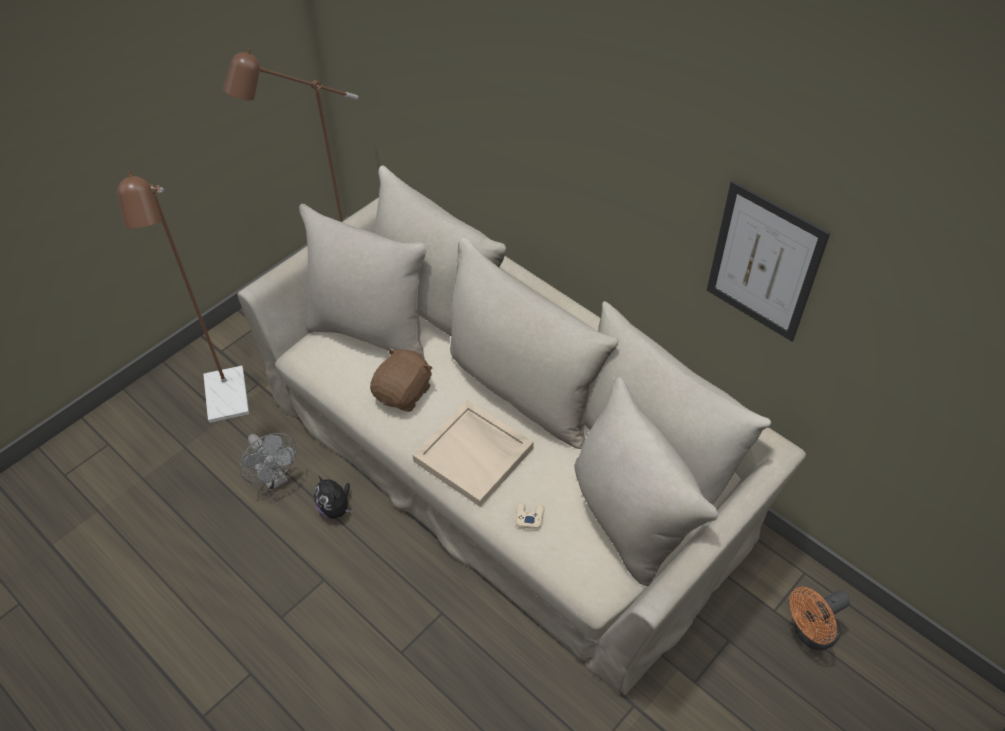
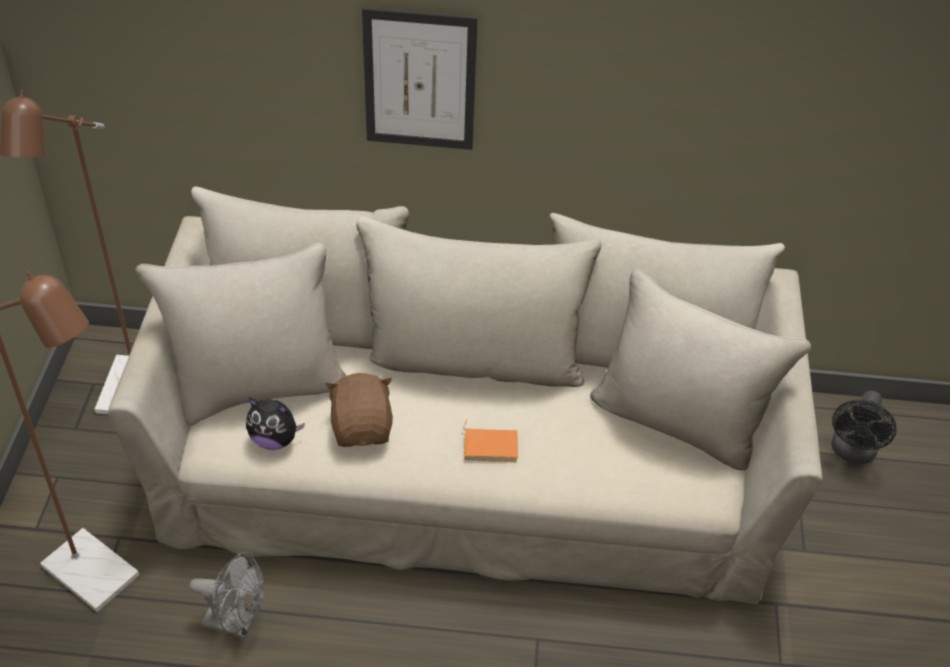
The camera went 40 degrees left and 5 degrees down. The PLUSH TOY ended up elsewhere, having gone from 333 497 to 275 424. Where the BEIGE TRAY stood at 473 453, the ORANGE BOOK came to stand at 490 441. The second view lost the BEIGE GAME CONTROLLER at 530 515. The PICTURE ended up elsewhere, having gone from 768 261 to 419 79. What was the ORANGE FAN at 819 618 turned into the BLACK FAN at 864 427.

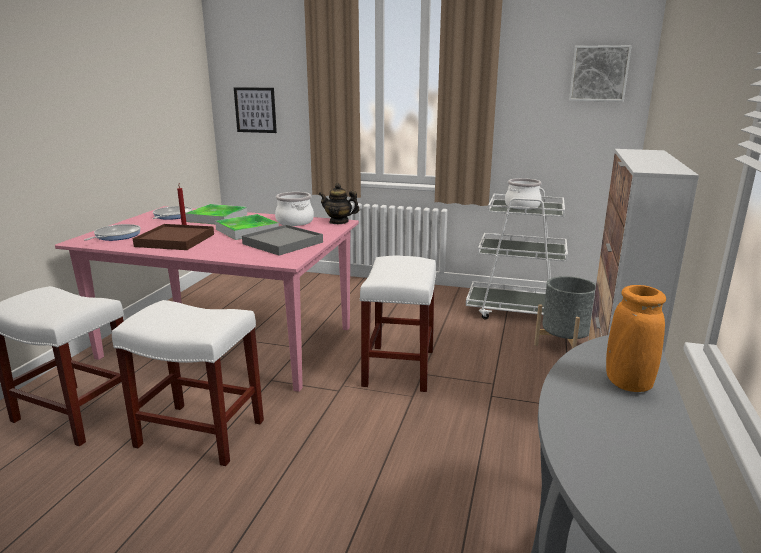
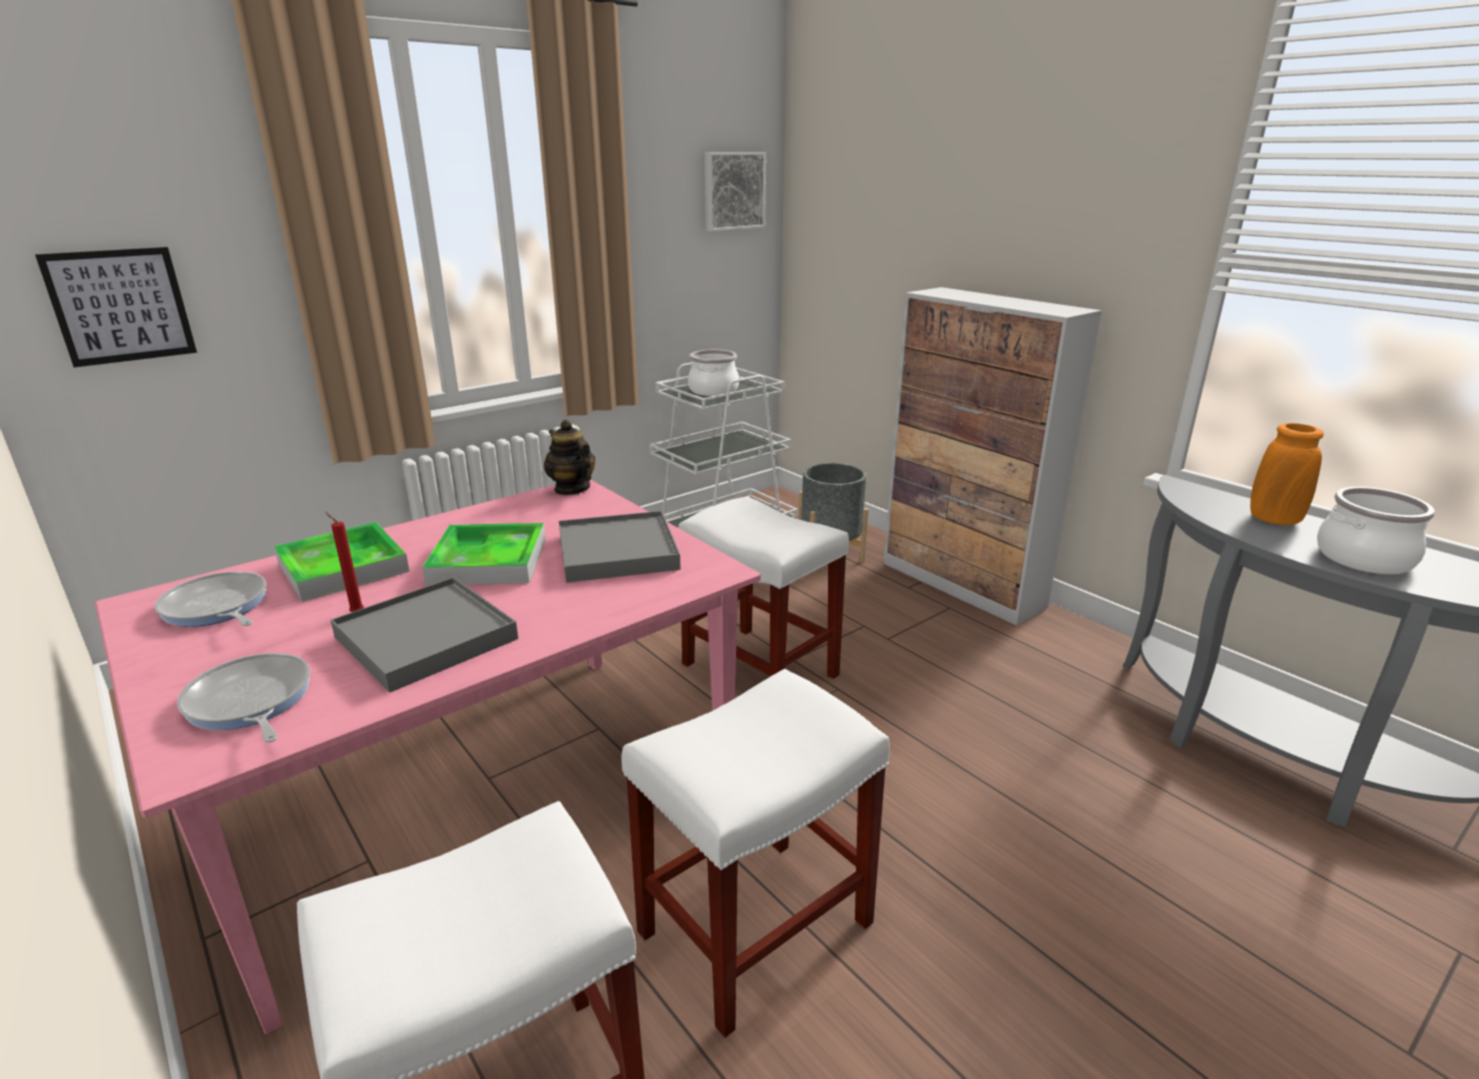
The camera went 55 degrees left and 5 degrees up. What was the BROWN TRAY at 173 237 turned into the GREY TRAY at 424 635. The COOKING POT ended up elsewhere, having gone from 294 209 to 1376 530. The TEAPOT at 339 203 ended up facing another way, 90 degrees clockwise from before.

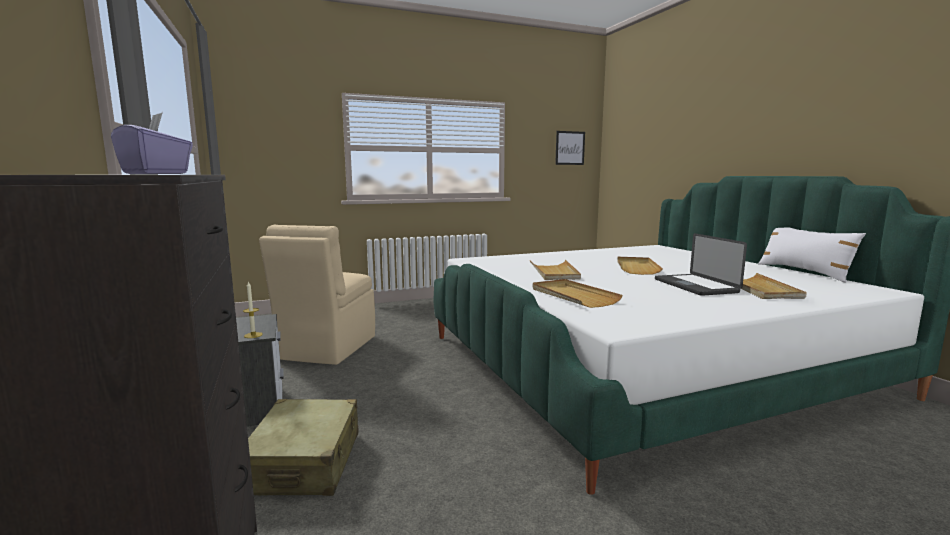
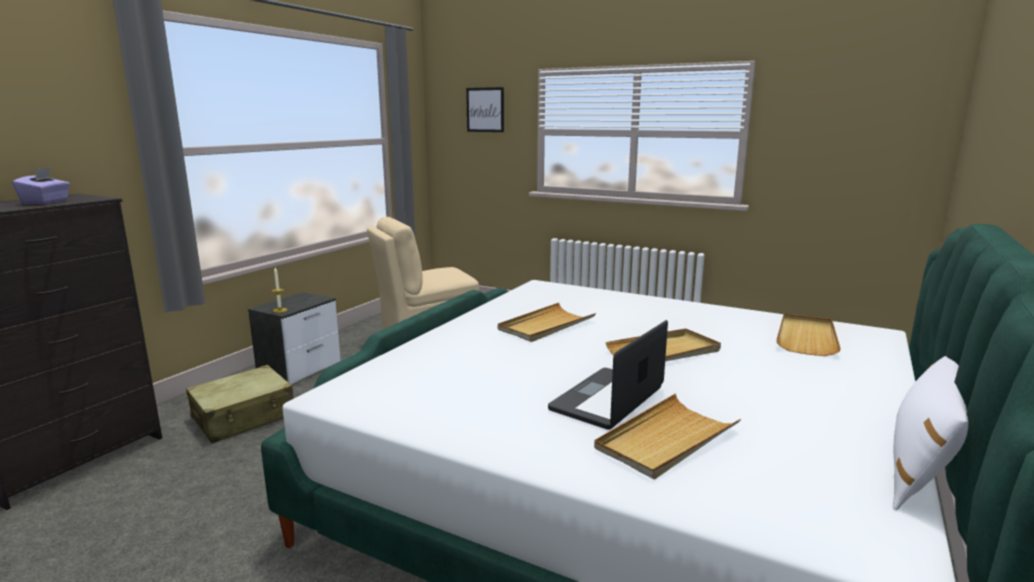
The camera went 50 degrees right and 5 degrees up. The BEIGE TRAY ended up elsewhere, having gone from 578 293 to 808 335. The PICTURE ended up elsewhere, having gone from 570 148 to 485 109.

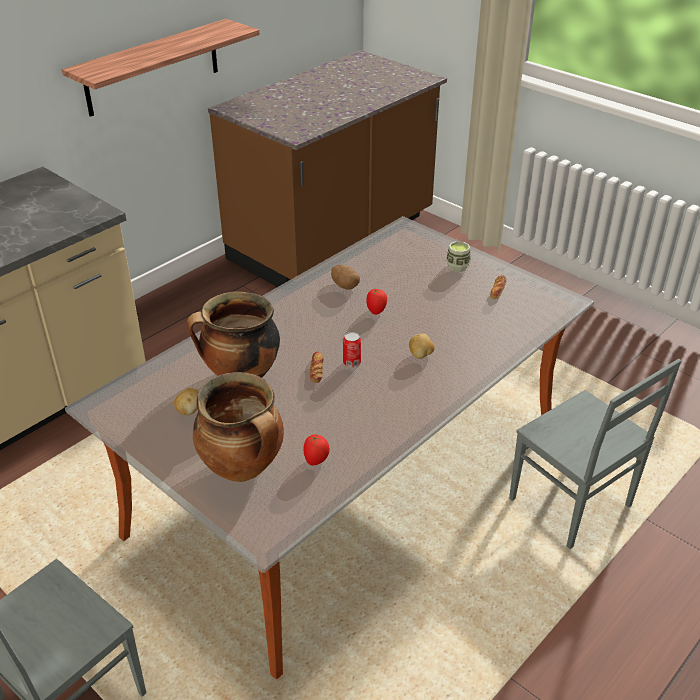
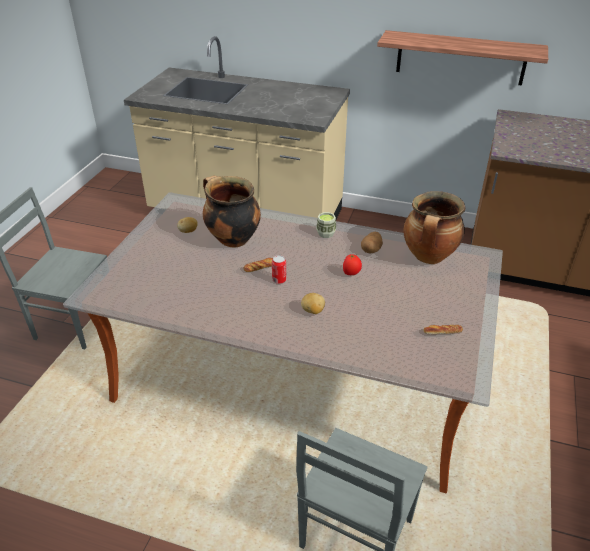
The camera went 65 degrees right and 0 degrees up. The COOKING POT ended up elsewhere, having gone from 238 427 to 434 227. The second view lost the TOMATO at 316 449. The CUP ended up elsewhere, having gone from 458 256 to 326 225.

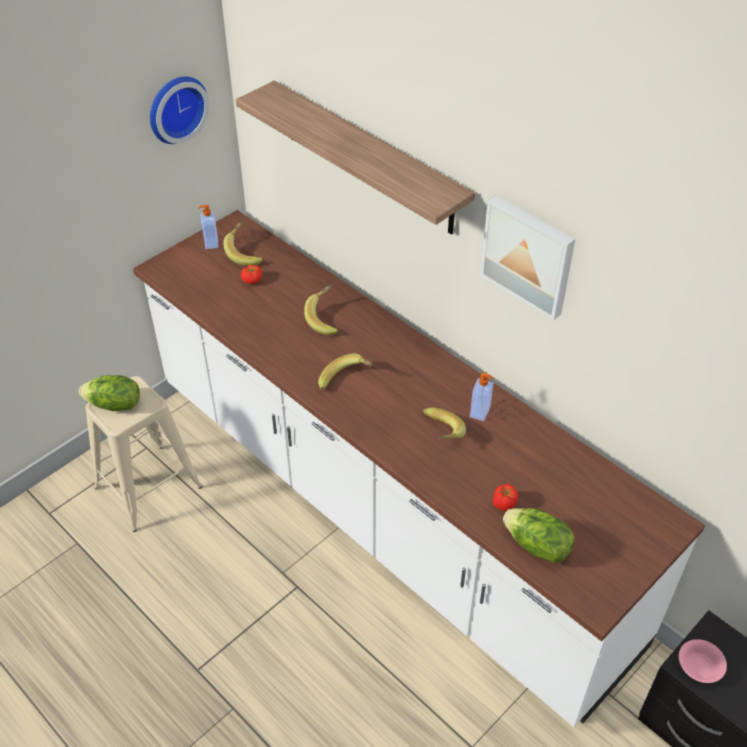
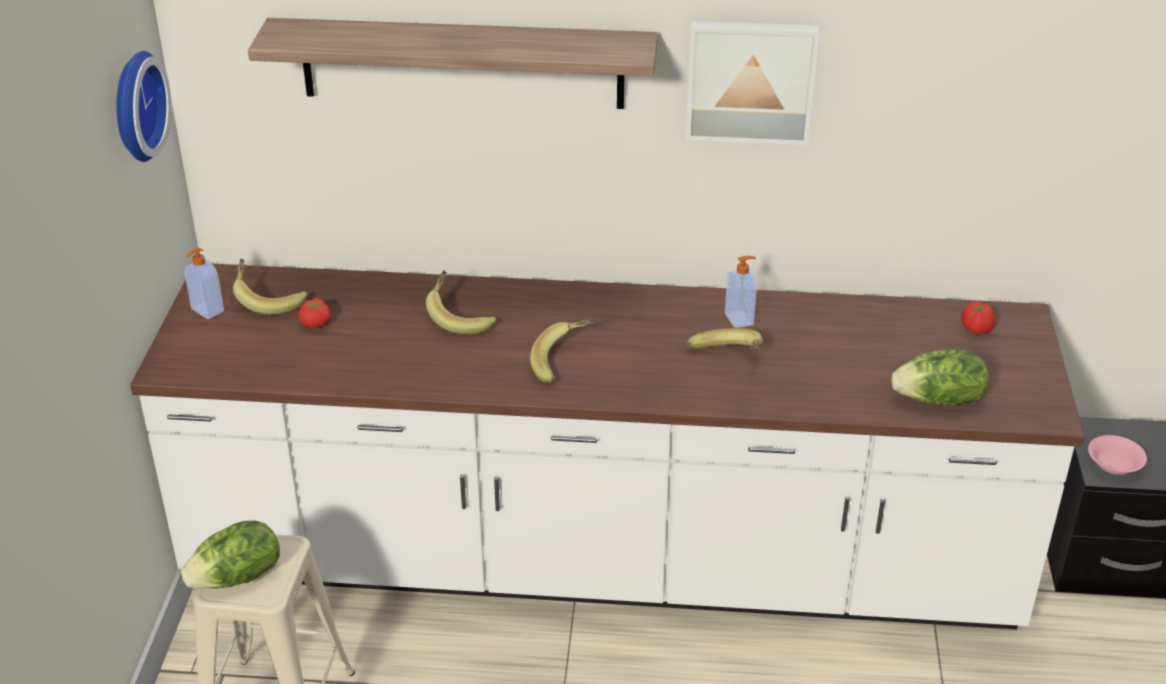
The camera went 40 degrees left and 10 degrees down. The TOMATO ended up elsewhere, having gone from 505 497 to 978 317.

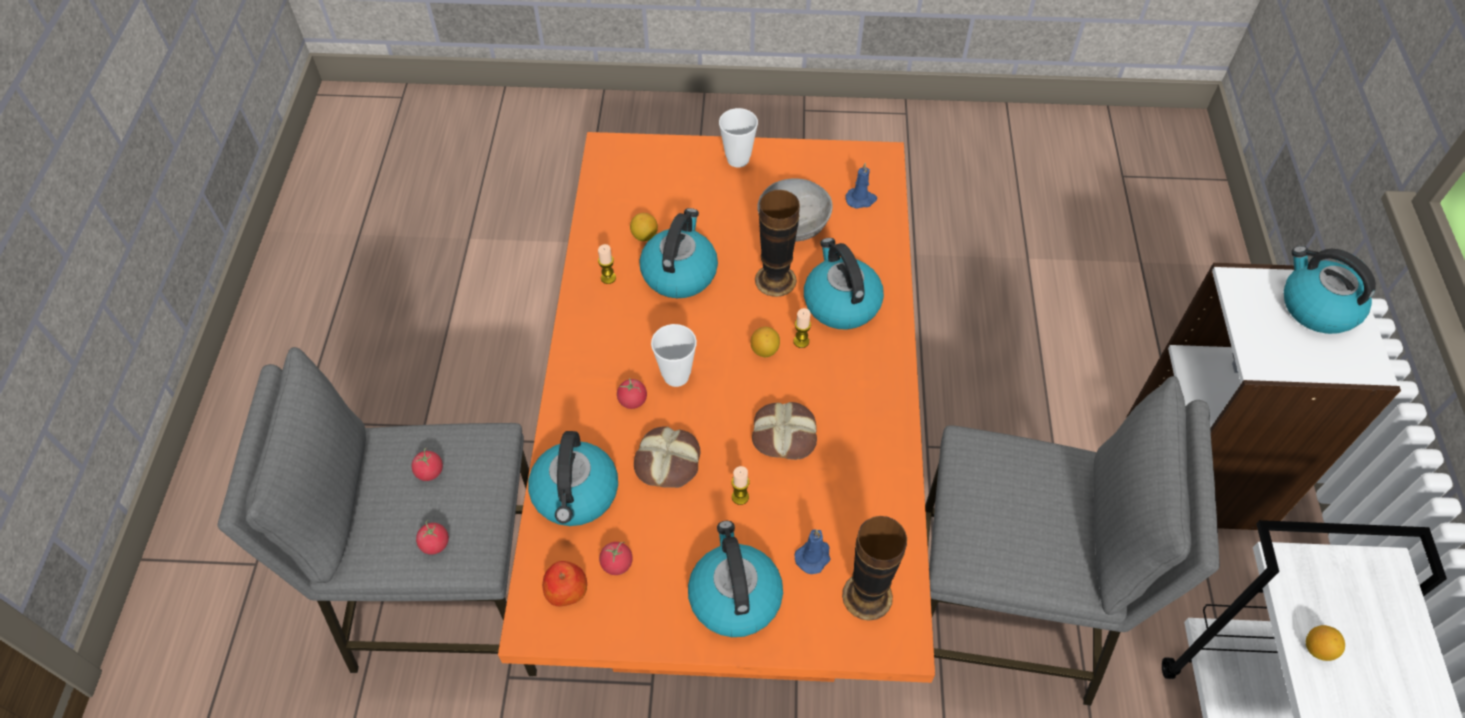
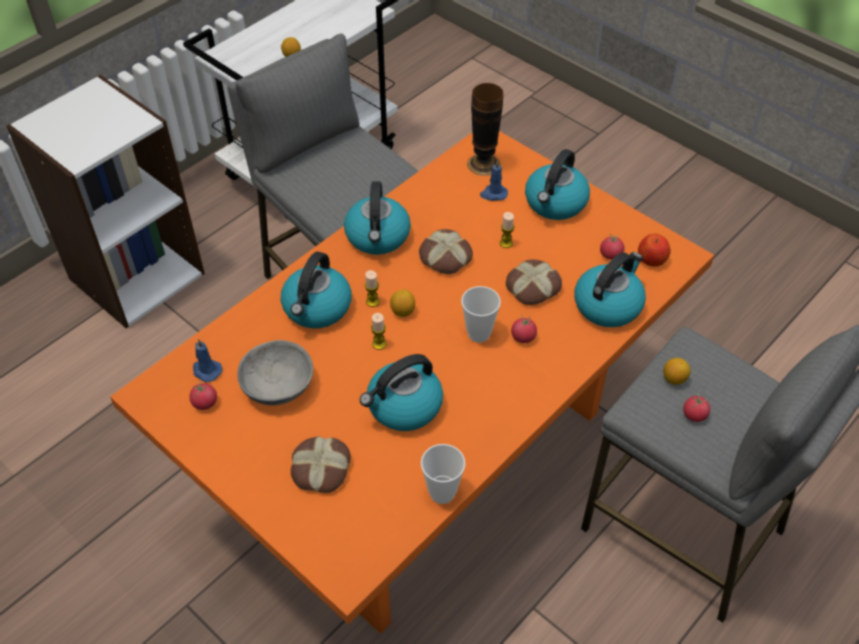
The camera went 140 degrees left and 5 degrees down. The TOMATO ended up elsewhere, having gone from 432 537 to 203 395. The CANDLE ended up elsewhere, having gone from 607 264 to 378 331. The LEMON ended up elsewhere, having gone from 644 227 to 676 371. The CUP ended up elsewhere, having gone from 738 138 to 443 474. The second view lost the VASE at 777 243. The KETTLE ended up elsewhere, having gone from 1330 290 to 377 218. The second view gained the BREAD at 321 464.

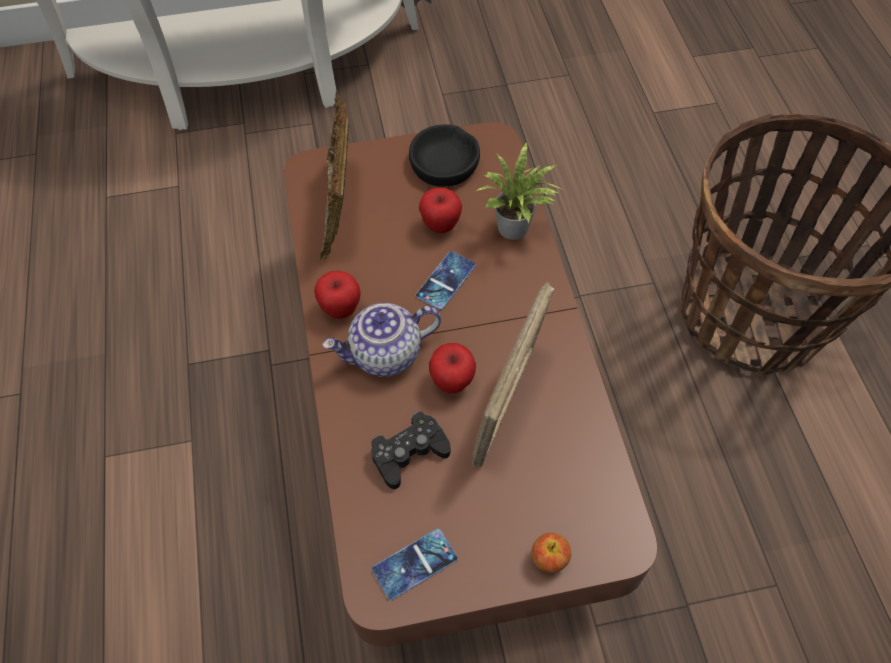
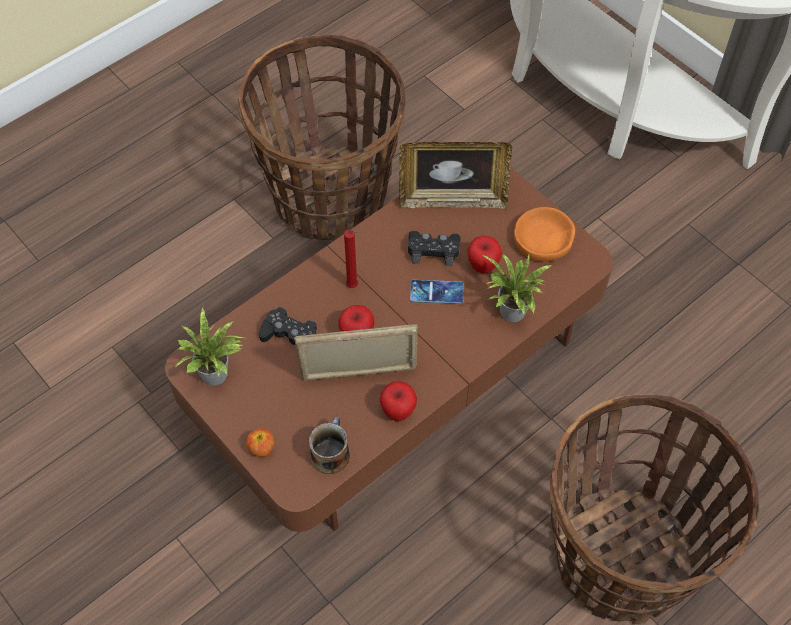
The camera went 60 degrees right and 0 degrees up. The APPLE ended up elsewhere, having gone from 337 295 to 398 401. The PICTURE FRAME at 333 176 ended up facing another way, 150 degrees counterclockwise from before. Where the TEAPOT stood at 381 340, the RED CANDLE came to stand at 351 258. Where the PHONE stood at 415 564, the POTTED PLANT came to stand at 210 347. What was the BLACK BOWL at 444 156 turned into the ORANGE BOWL at 544 234. The second view gained the BASKET at 321 137. The second view gained the MUG at 329 445. The second view gained the BLACK GAME CONTROLLER at 434 248.

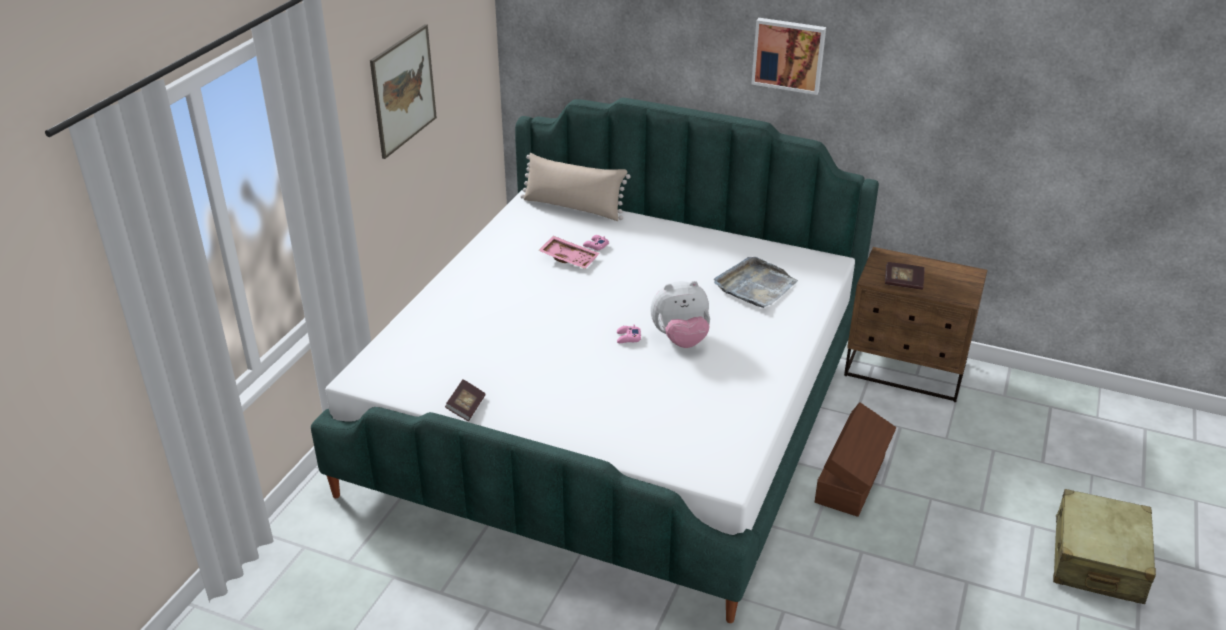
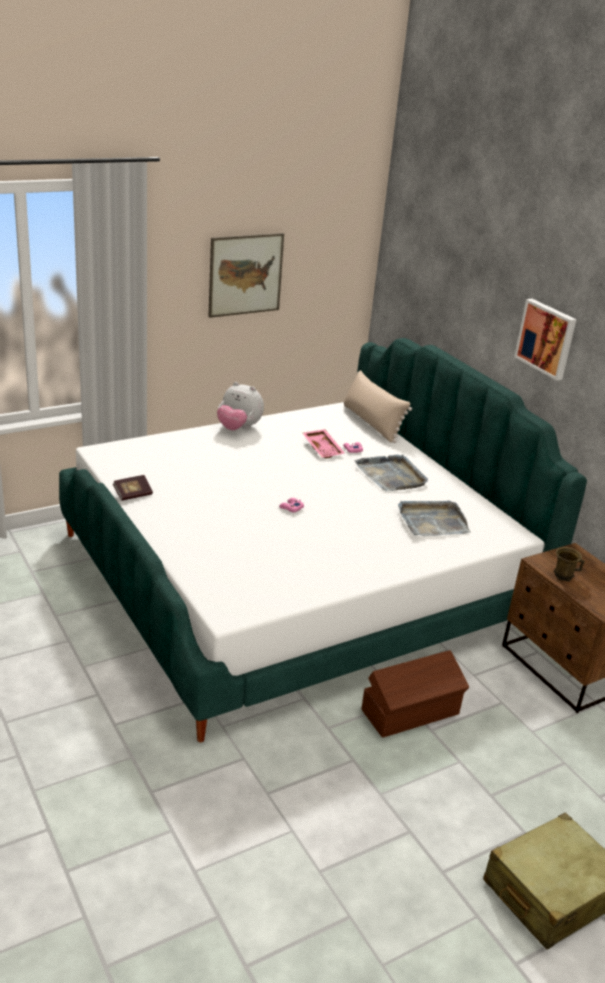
The camera went 35 degrees right and 5 degrees down. The PLUSH TOY ended up elsewhere, having gone from 680 314 to 240 406. Where the BOOK stood at 905 276, the BROWN MUG came to stand at 569 564. The second view gained the GREY TRAY at 391 472.

